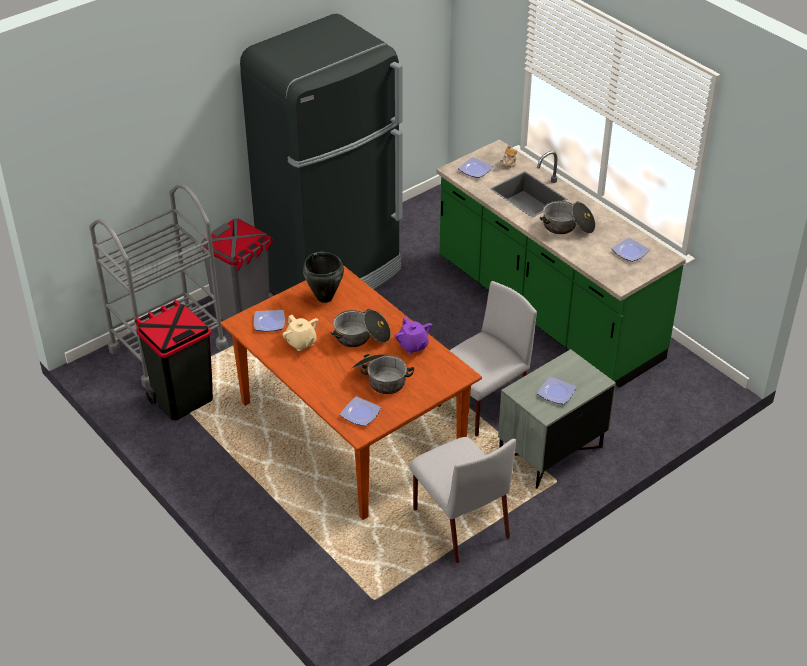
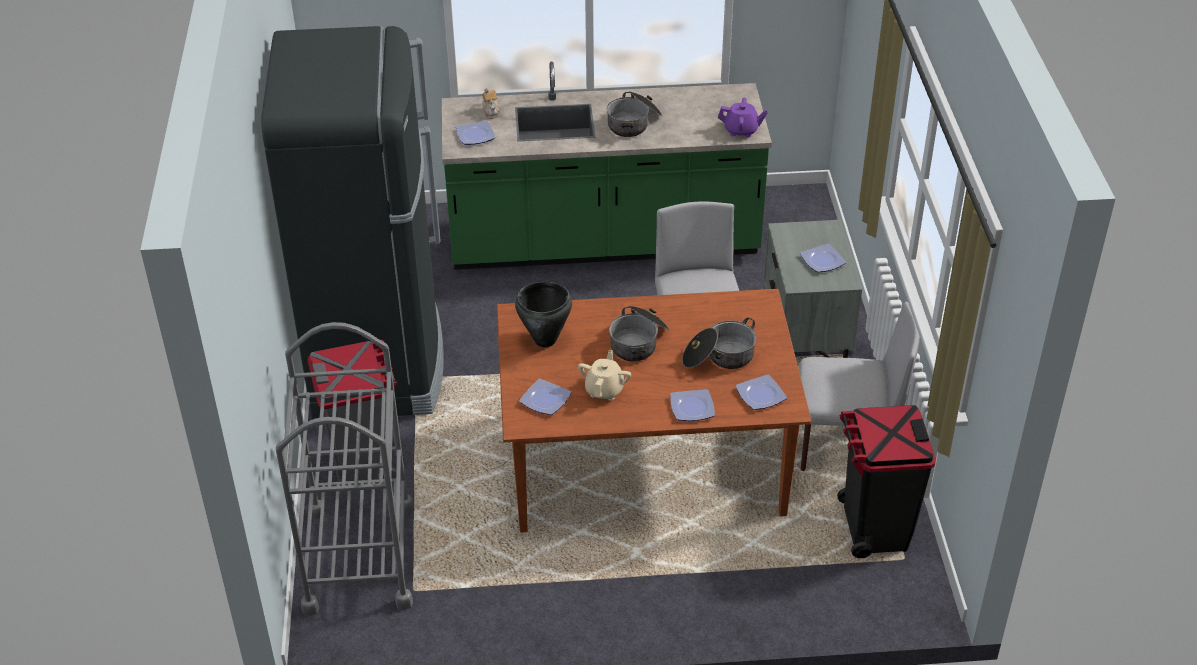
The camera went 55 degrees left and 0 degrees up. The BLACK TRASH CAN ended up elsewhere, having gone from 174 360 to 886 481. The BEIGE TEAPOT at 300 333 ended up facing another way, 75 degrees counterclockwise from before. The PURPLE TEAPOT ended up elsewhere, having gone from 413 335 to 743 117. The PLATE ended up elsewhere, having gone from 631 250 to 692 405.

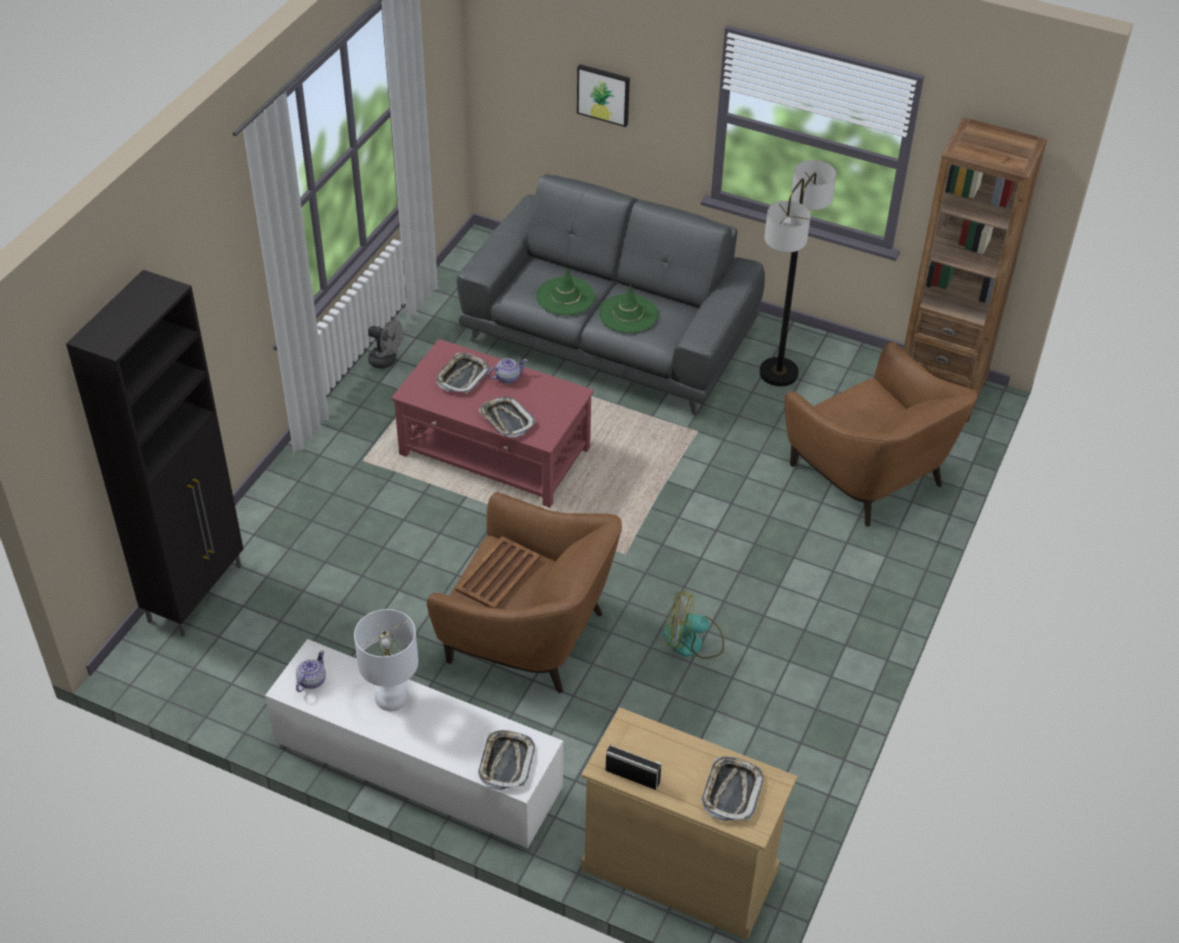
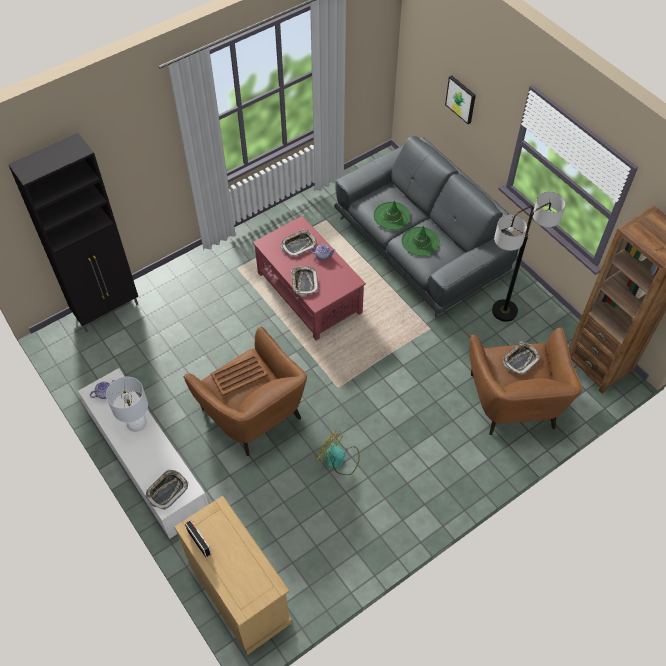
The camera went 30 degrees right and 10 degrees up. The second view lost the GREY FAN at 385 344. The TRAY ended up elsewhere, having gone from 732 788 to 521 358.

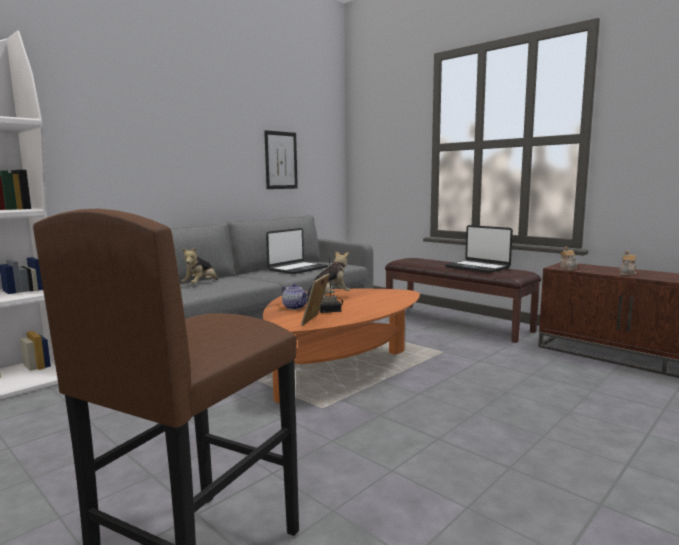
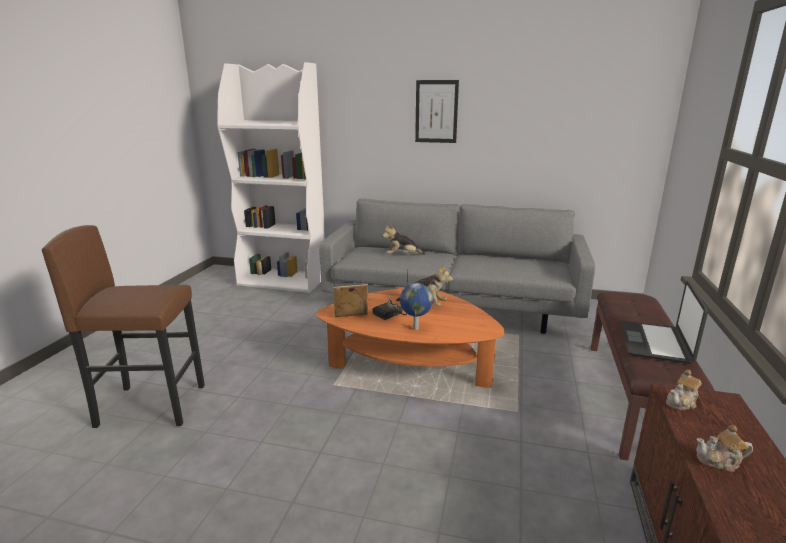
The camera went 60 degrees right and 10 degrees up. The PICTURE ended up elsewhere, having gone from 281 159 to 437 111. The second view lost the LAPTOP at 297 251. The second view lost the TEAPOT at 295 297. The second view gained the GLOBE at 416 306.

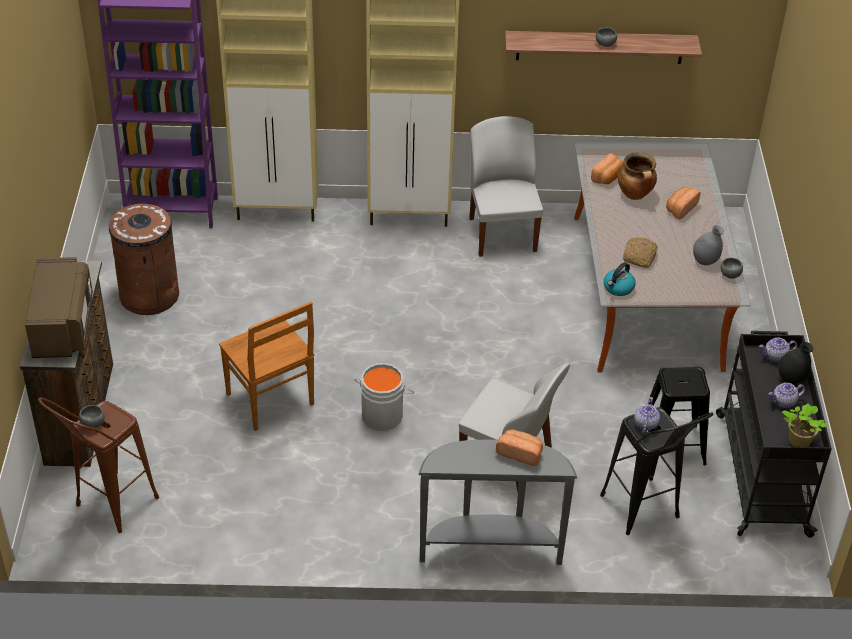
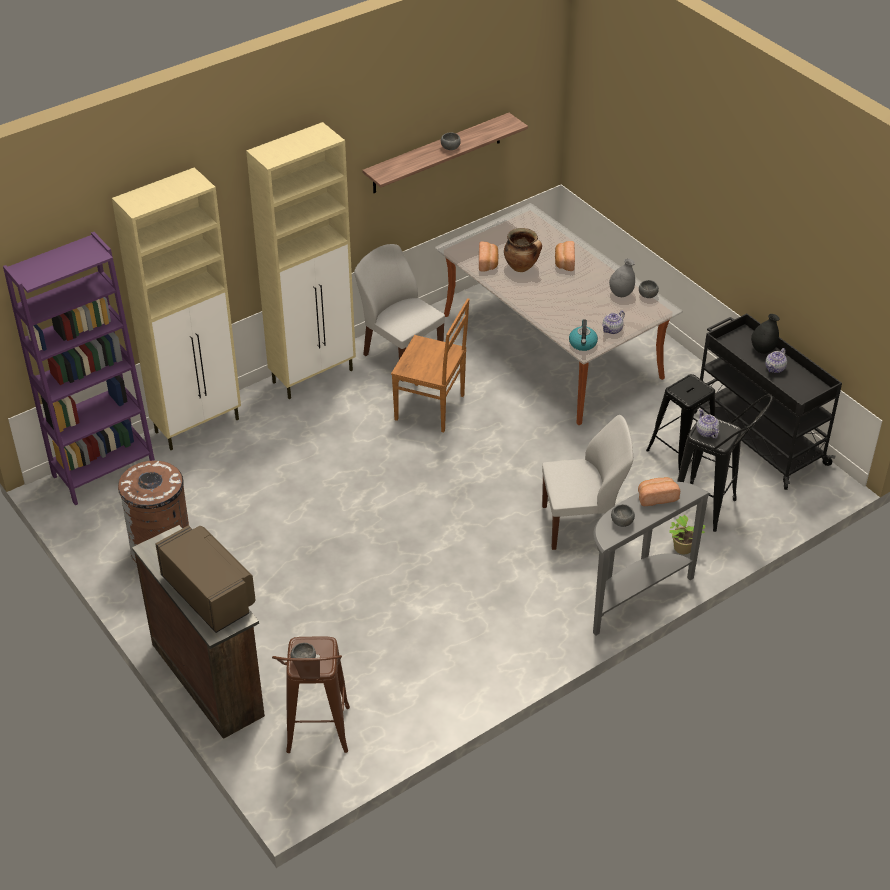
The camera went 35 degrees left and 0 degrees up. The BROWN CHAIR ended up elsewhere, having gone from 266 366 to 430 365. The second view lost the GREY BUCKET at 384 397. The second view lost the BREAD at 640 252. The TEAPOT ended up elsewhere, having gone from 778 350 to 613 322. The POTTED PLANT ended up elsewhere, having gone from 804 425 to 687 534. The second view gained the GREY BOWL at 623 515.

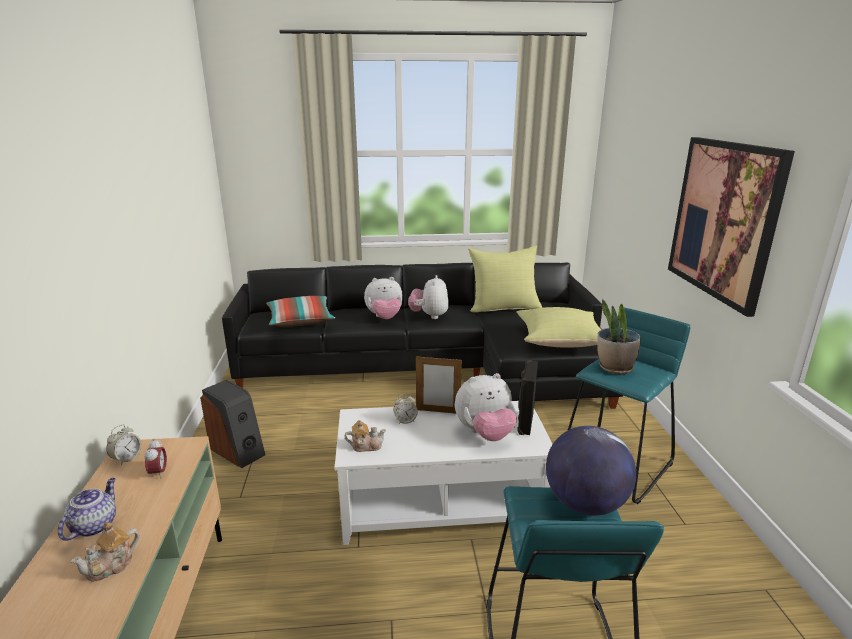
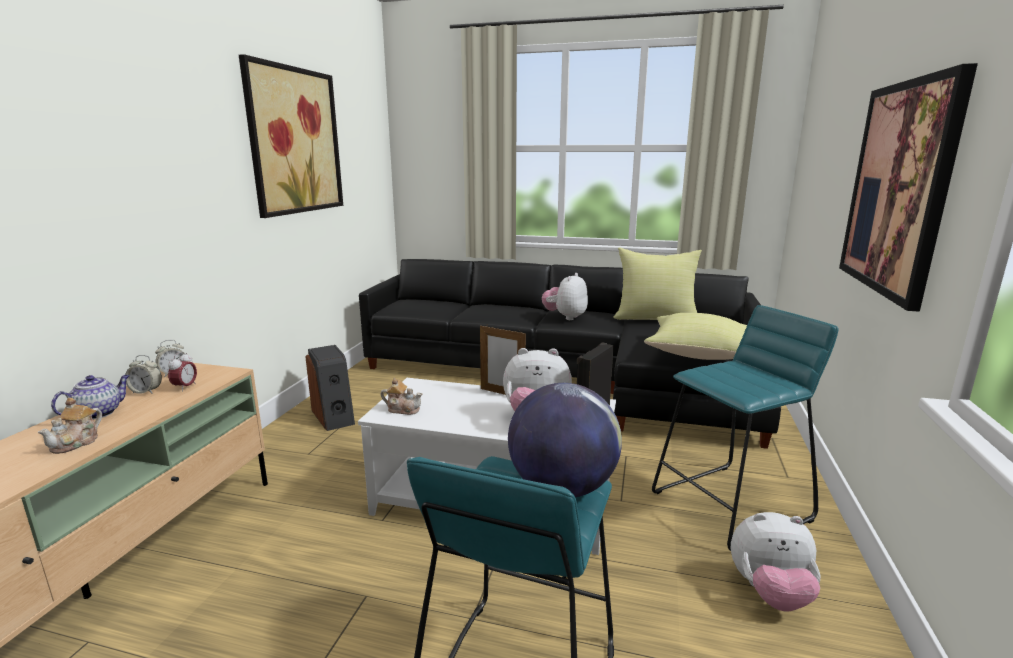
The camera went 20 degrees right and 5 degrees down. The TEAPOT at 105 552 ended up facing another way, 45 degrees counterclockwise from before. The second view lost the PILLOW at 300 311. The PLUSH TOY ended up elsewhere, having gone from 383 298 to 776 561. The ALARM CLOCK ended up elsewhere, having gone from 405 408 to 143 374. The second view lost the POTTED PLANT at 619 336. The second view gained the PICTURE at 291 136.

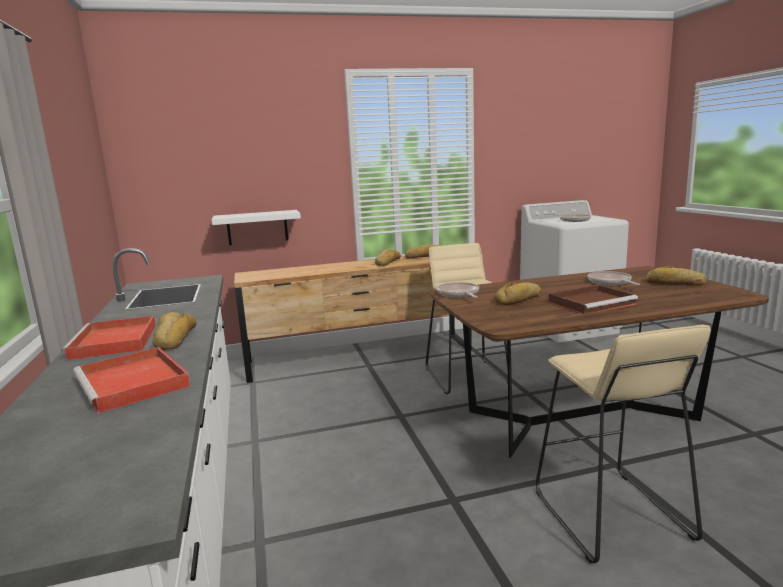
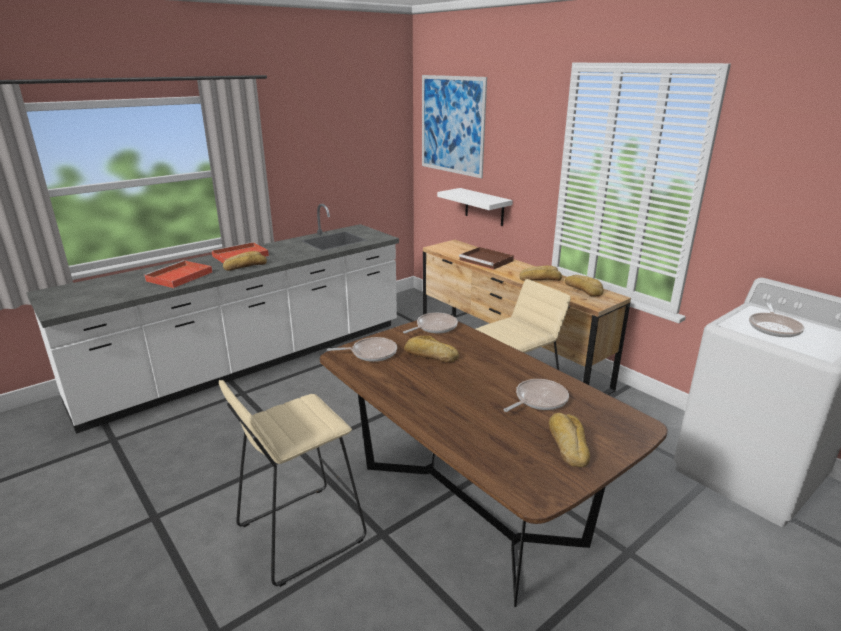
The camera went 65 degrees right and 10 degrees up. The BROWN TRAY ended up elsewhere, having gone from 593 300 to 486 258. The second view gained the FRYING PAN at 362 349. The second view gained the PICTURE at 454 126.

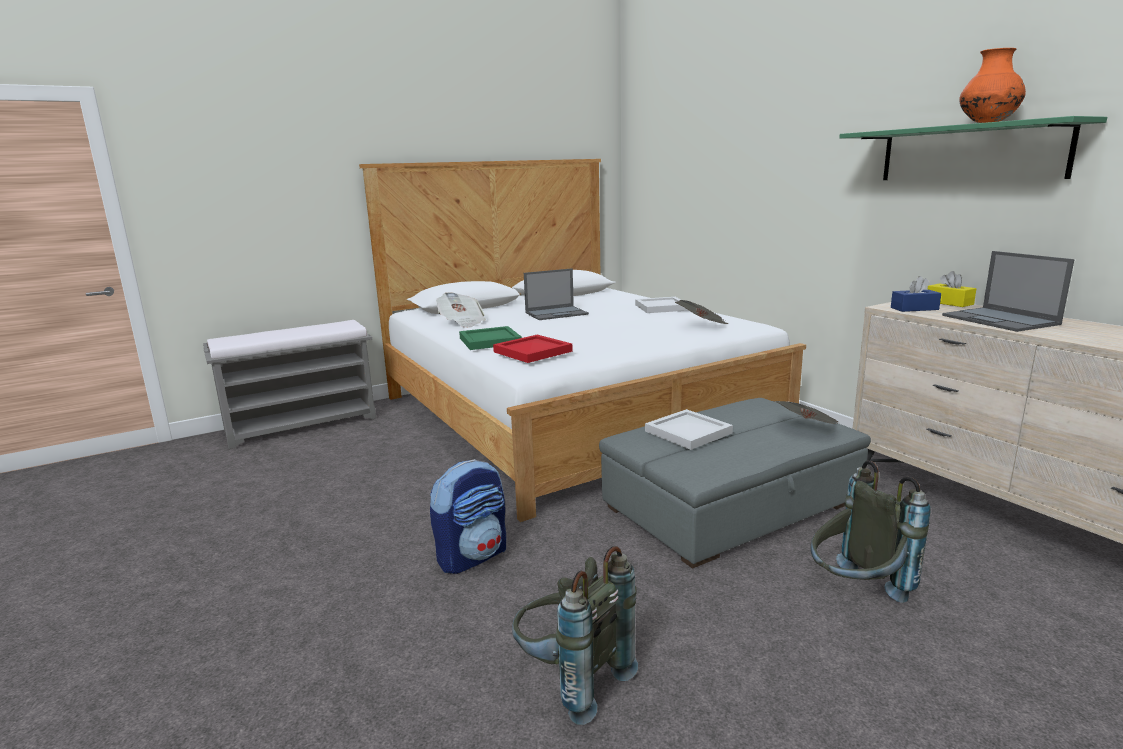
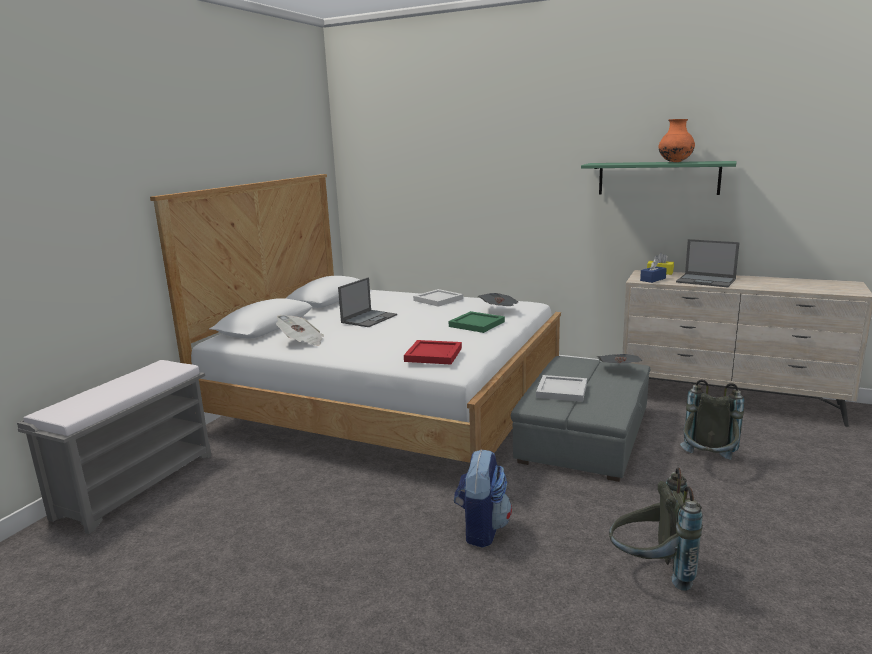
The camera went 35 degrees left and 0 degrees up. The GREEN TRAY ended up elsewhere, having gone from 490 338 to 477 322.

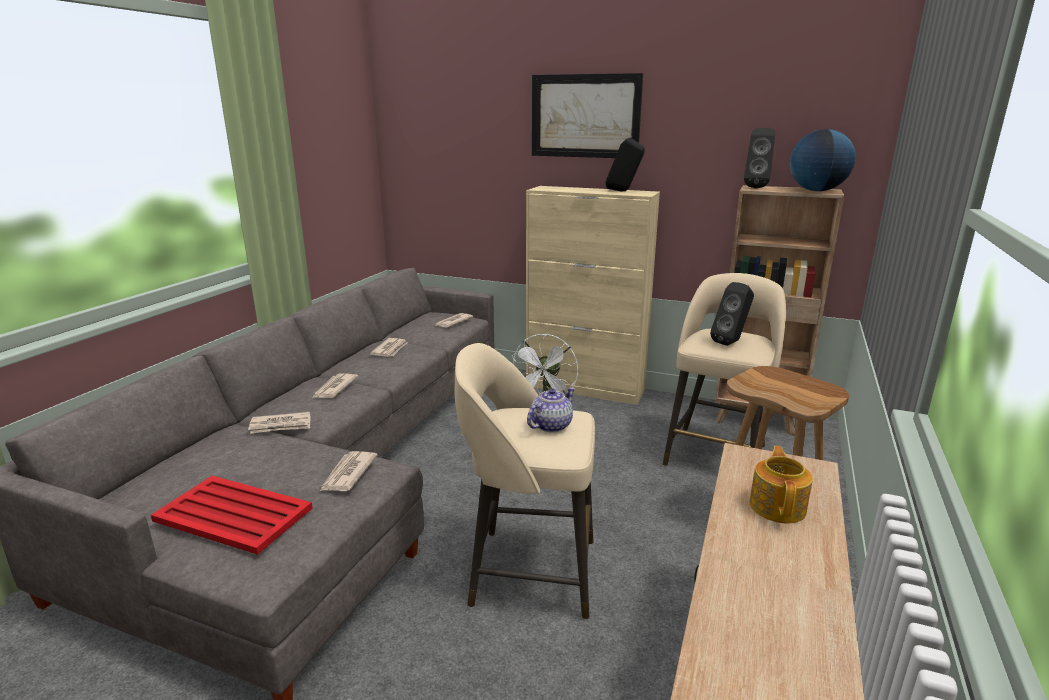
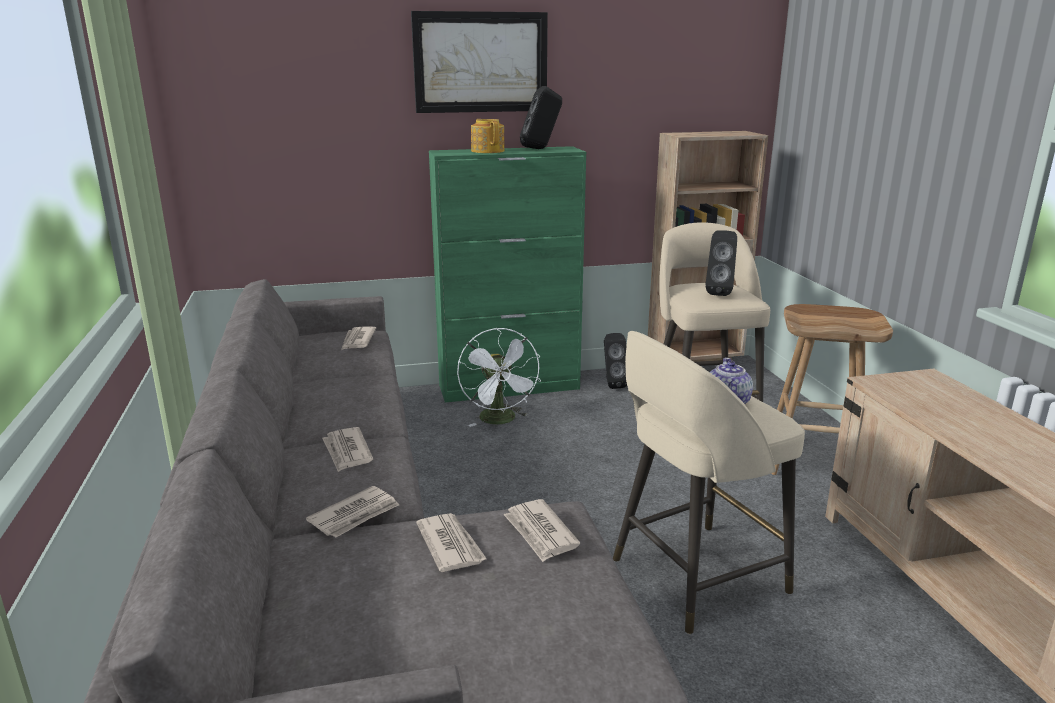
The camera went 35 degrees left and 0 degrees up. The second view lost the RED TRAY at 232 515. The NEWSPAPER ended up elsewhere, having gone from 388 347 to 451 542. What was the BEIGE CABINET at 593 295 turned into the GREEN CABINET at 507 274. The BLACK SPEAKER ended up elsewhere, having gone from 759 158 to 615 361. The TEAPOT ended up elsewhere, having gone from 781 484 to 488 136. The second view lost the GLOBE at 823 160.

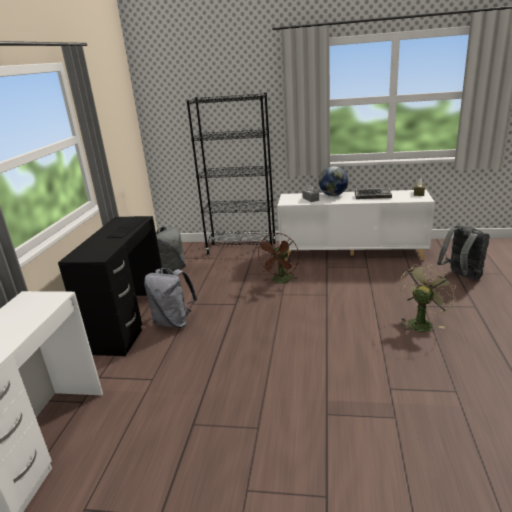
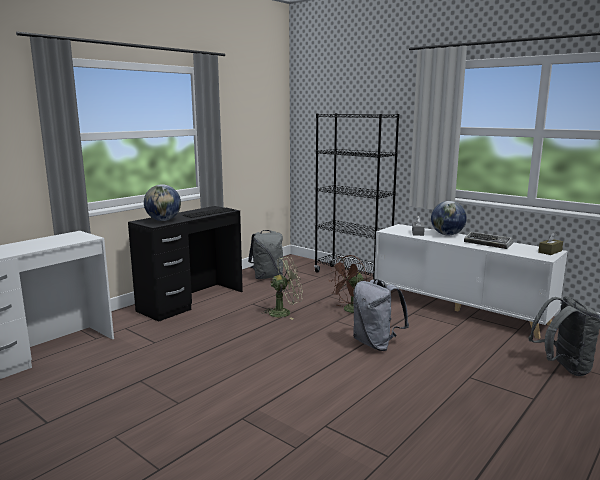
The camera went 30 degrees right and 10 degrees down. The GREY BACKPACK ended up elsewhere, having gone from 170 298 to 381 315. The GREEN FAN ended up elsewhere, having gone from 428 298 to 283 288. The second view gained the GLOBE at 162 202.

